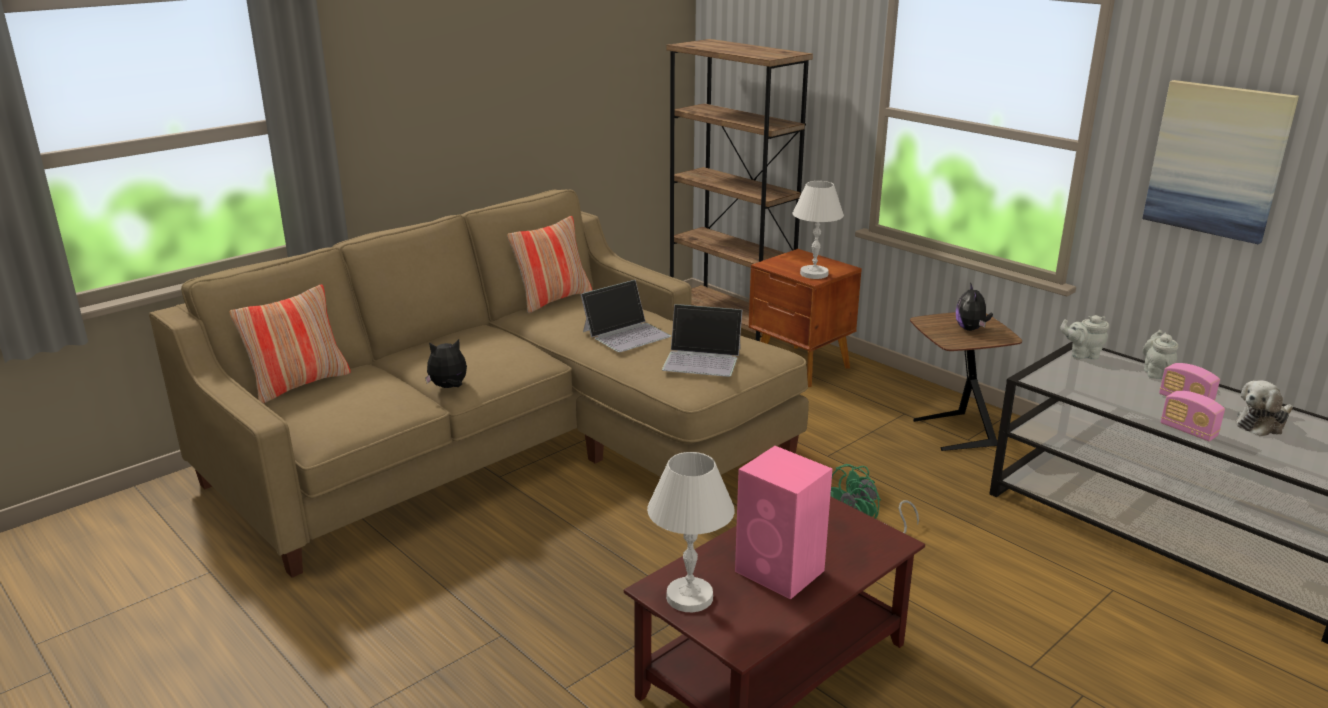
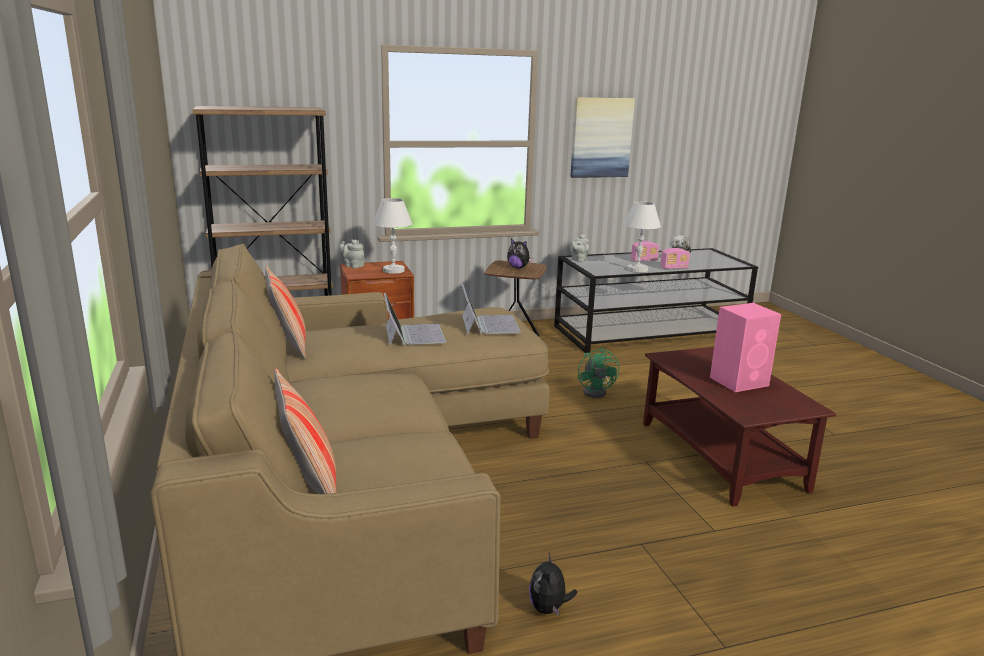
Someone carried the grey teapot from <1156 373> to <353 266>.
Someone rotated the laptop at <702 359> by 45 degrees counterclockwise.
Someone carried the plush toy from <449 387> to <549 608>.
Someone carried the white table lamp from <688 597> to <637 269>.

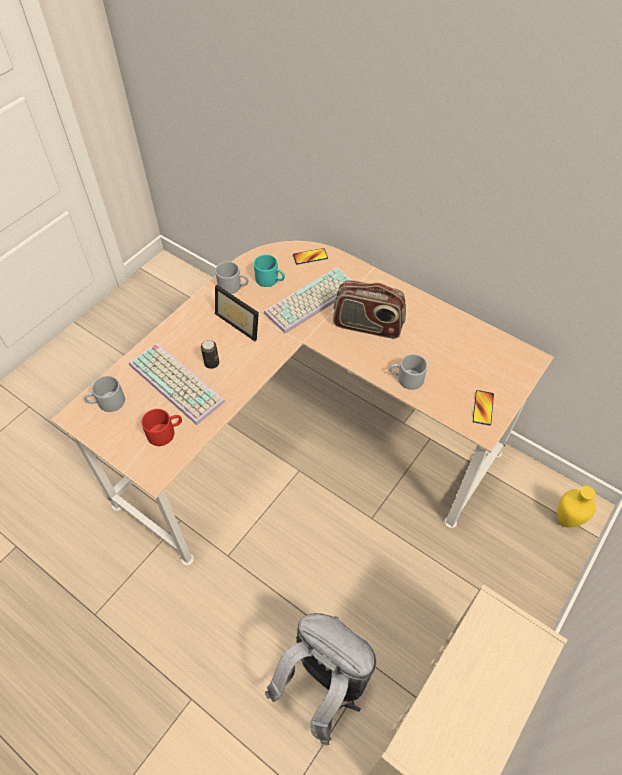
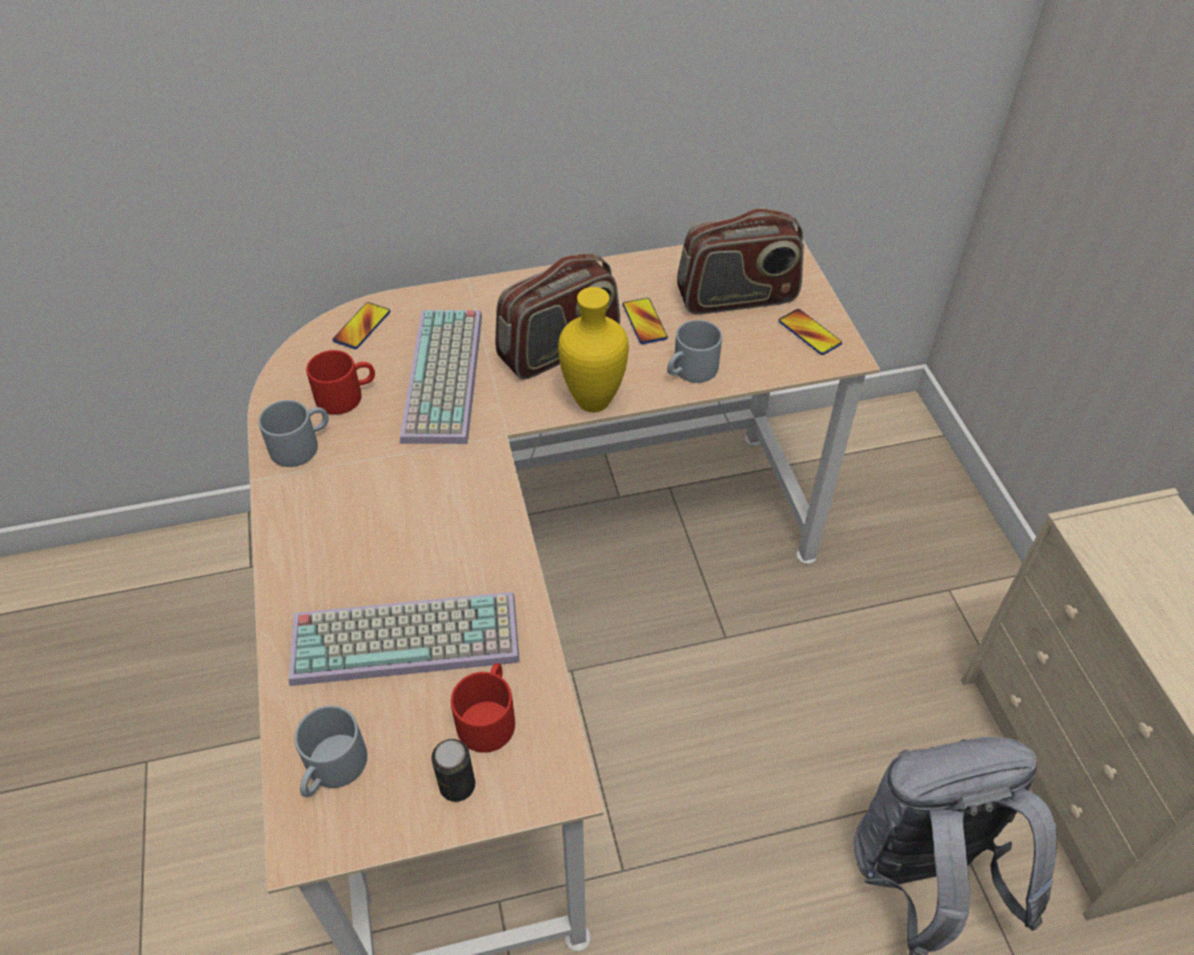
Someone repainted the turquoise mug at <270 280>, which became the red mug at <346 395>.
Someone carried the can from <212 363> to <457 785>.
Someone carried the yellow vase from <564 520> to <591 402>.
Someone put down the phone at <644 322>.
Someone put down the radio at <737 298>.
Someone took away the picture frame at <241 321>.

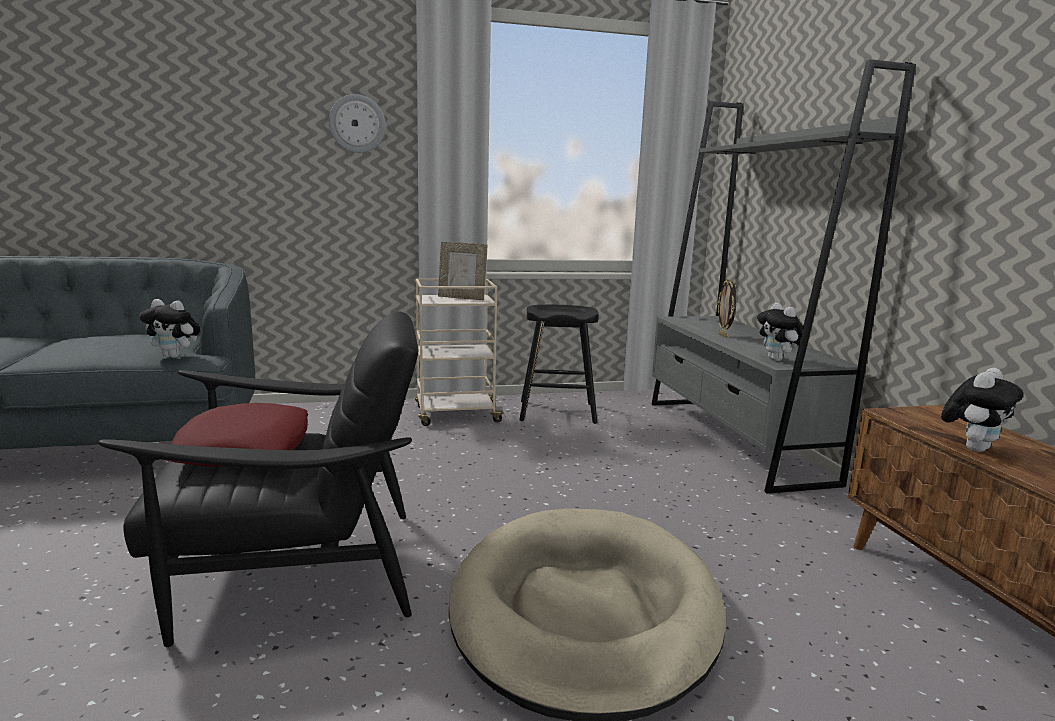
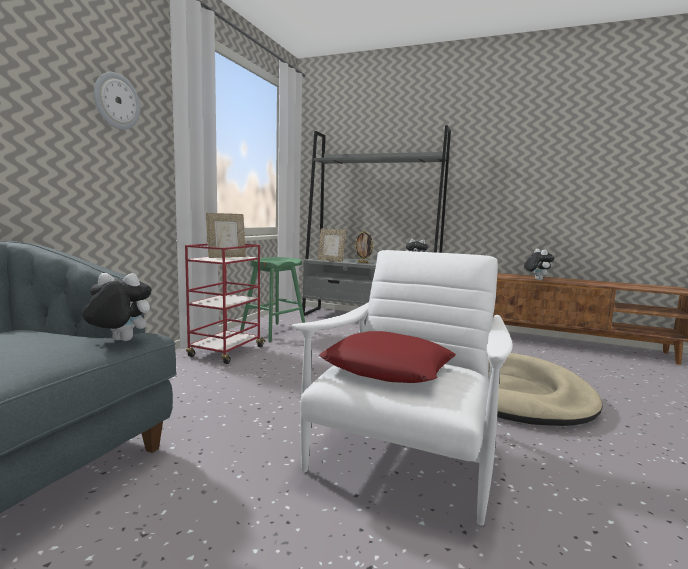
Someone rotated the plush toy at <175 356> by 135 degrees counterclockwise.
Someone repainted the beige cart at <456 415>, which became the red cart at <226 352>.
Someone repainted the black stool at <557 412>, which became the green stool at <273 332>.
Someone repainted the black armchair at <294 569>, which became the white armchair at <406 454>.
Someone put down the picture frame at <331 261>.

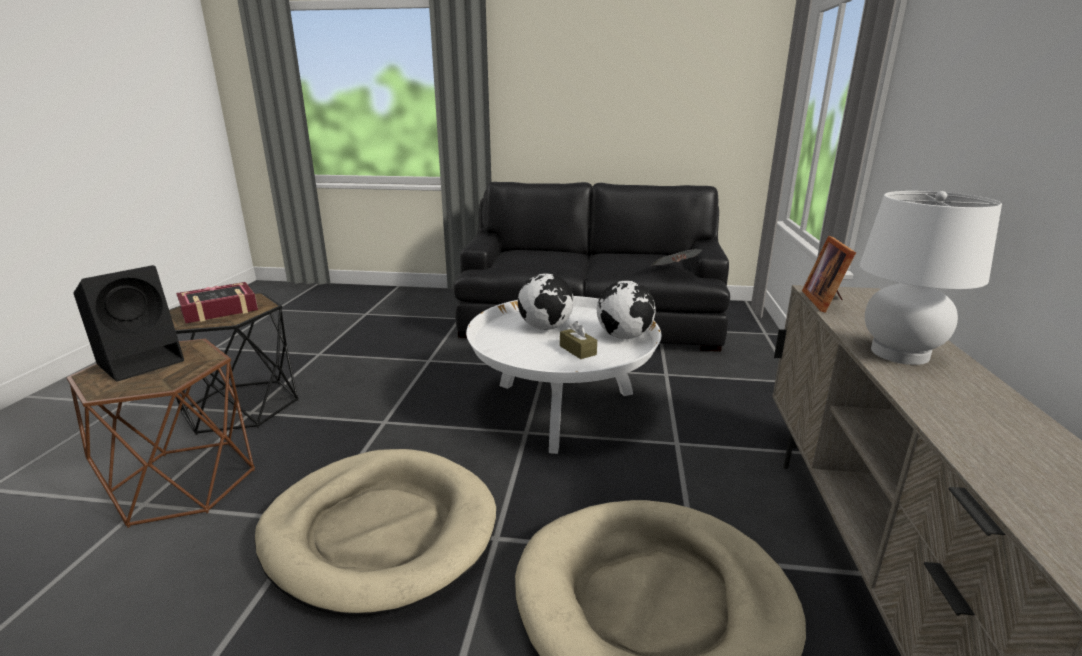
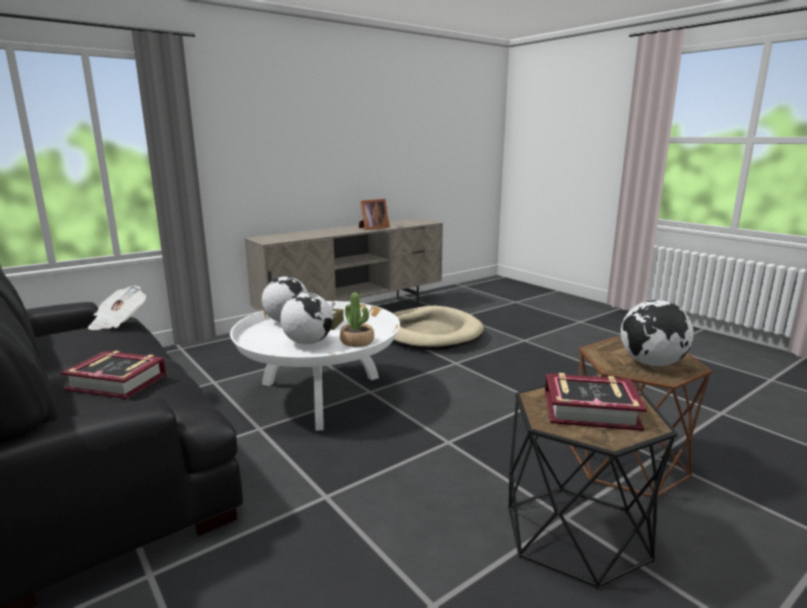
Someone put down the book at <118 382>.
Someone put down the potted plant at <357 342>.
Someone carried the picture frame from <826 301> to <373 228>.
Someone swapped the black speaker at <143 362> for the globe at <651 364>.
Someone took away the beige dog bed at <380 531>.
Someone took away the white table lamp at <899 353>.

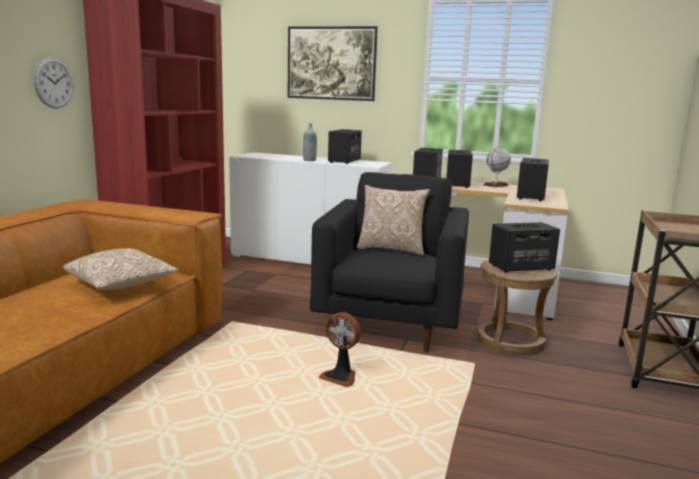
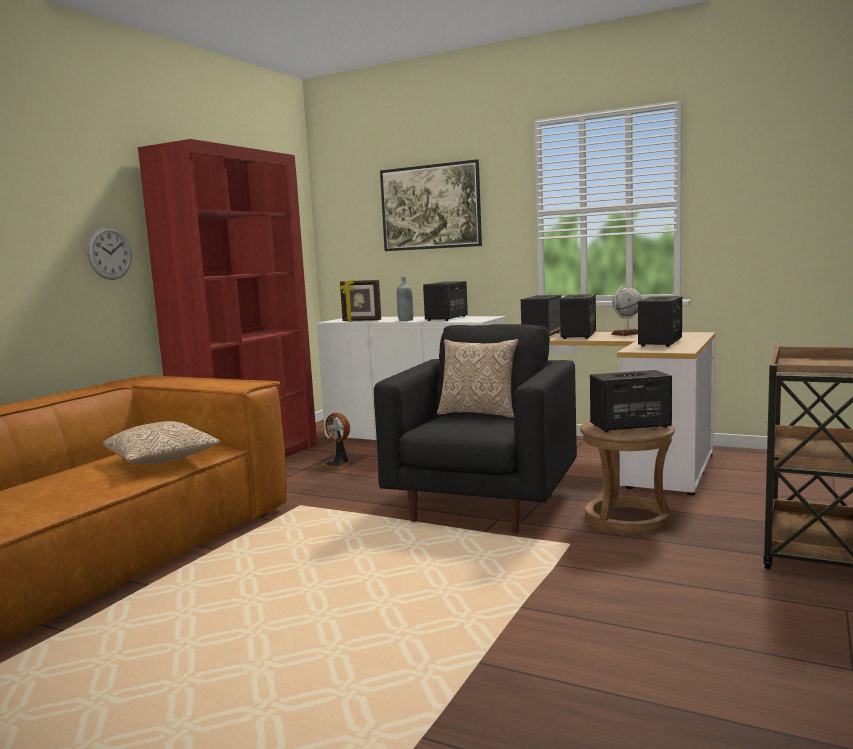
Someone carried the fan from <340 377> to <339 465>.
Someone put down the picture frame at <361 321>.

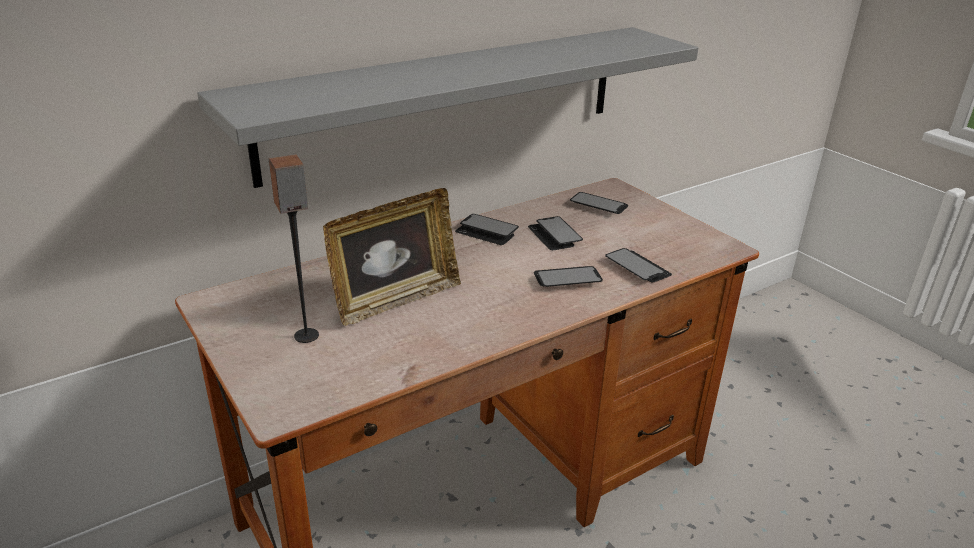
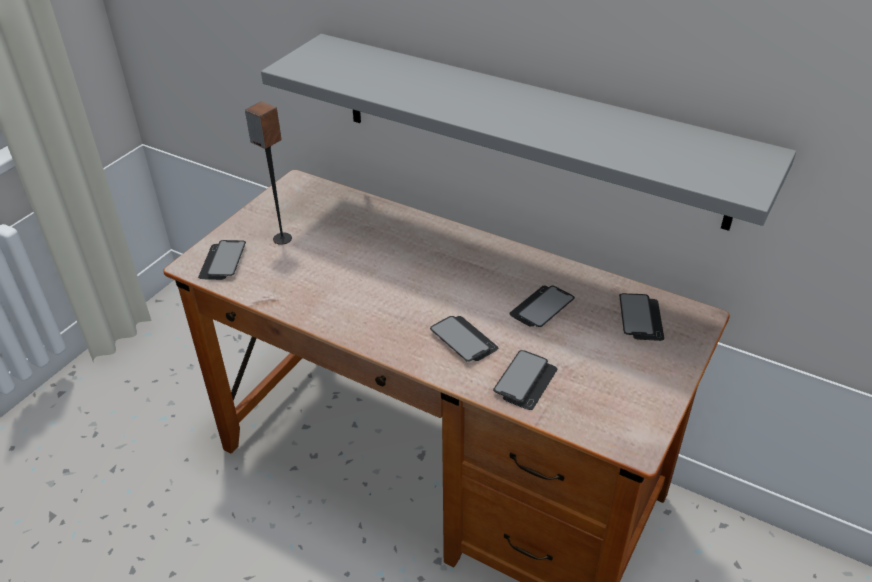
Someone carried the phone from <487 231> to <223 261>.
Someone took away the picture frame at <395 299>.

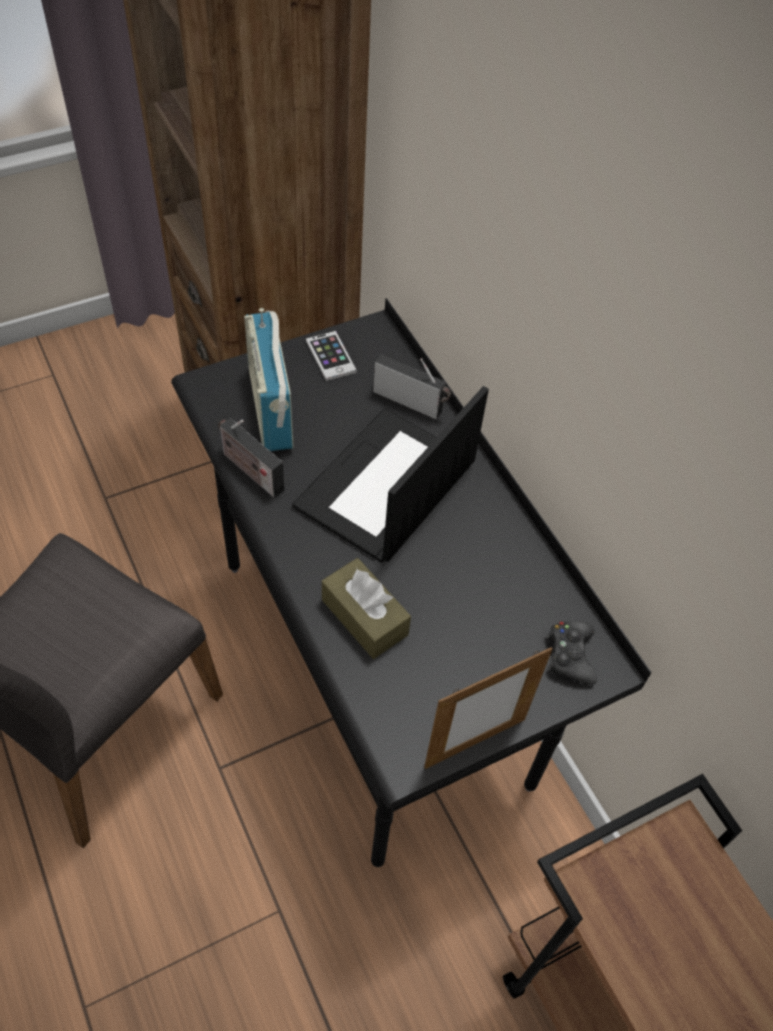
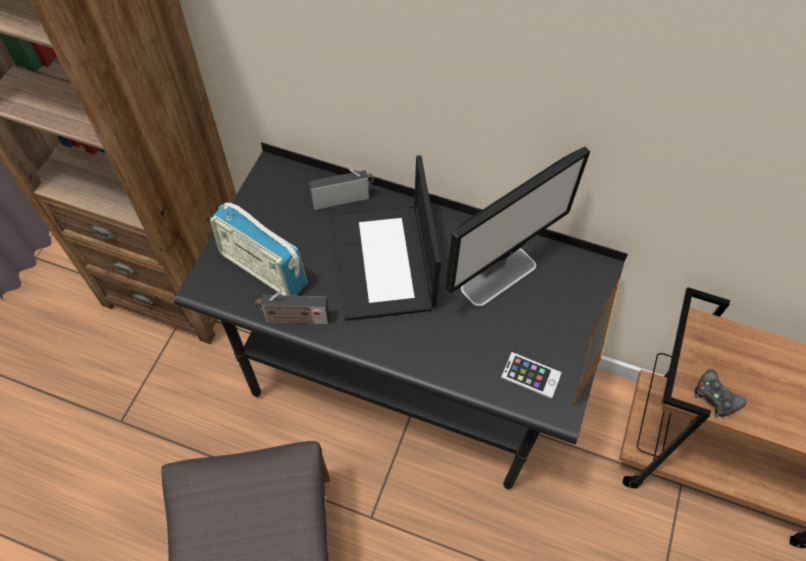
Someone put down the monitor at <499 276>.
Someone carried the phone from <330 356> to <531 375>.
Someone carried the black game controller from <570 655> to <715 397>.
Someone took away the brown tissue box at <364 617>.

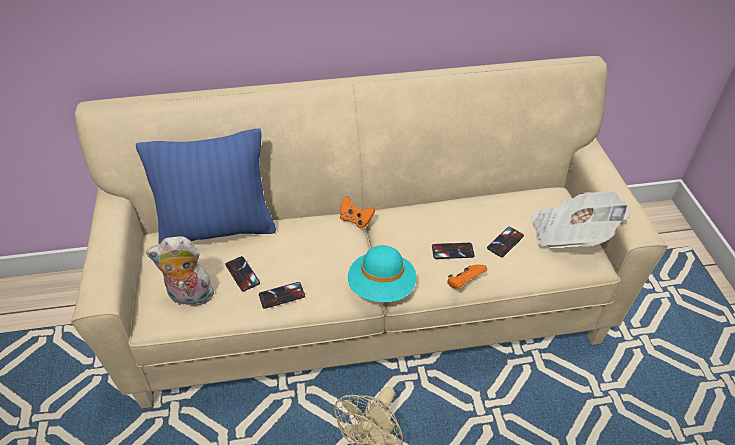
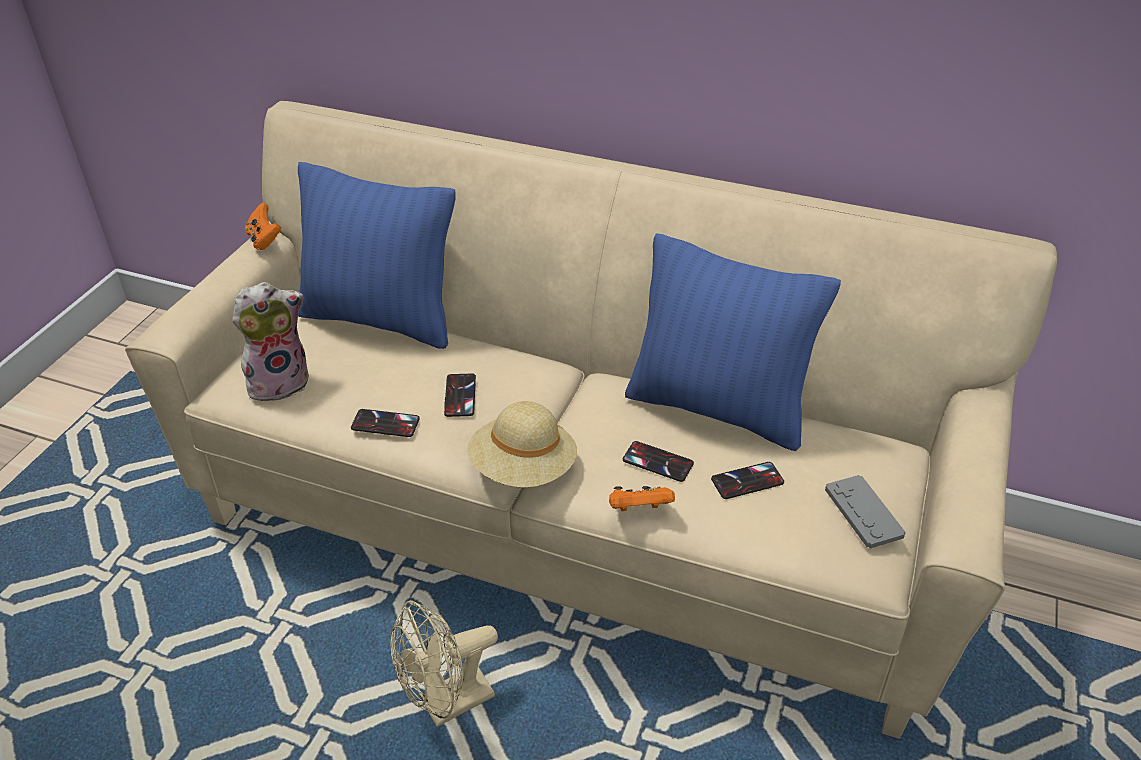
Someone rotated the plush toy at <189 297> by 120 degrees clockwise.
Someone carried the orange game controller from <355 220> to <264 240>.
Someone carried the phone from <242 274> to <460 395>.
Someone repainted the turquoise hat at <382 287>, which became the beige hat at <523 469>.
Someone put down the blue pillow at <717 408>.
Someone swapped the newspaper at <570 235> for the grey game controller at <863 512>.

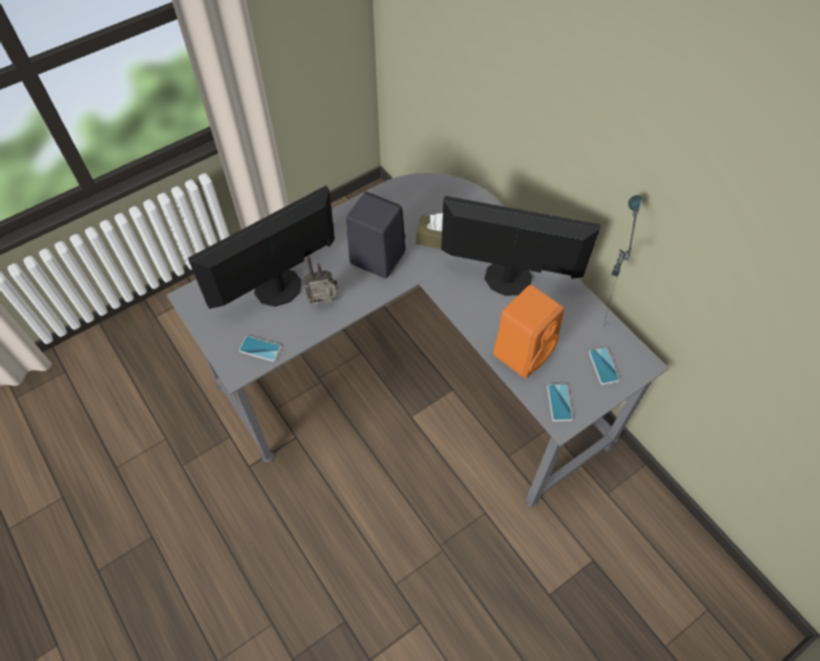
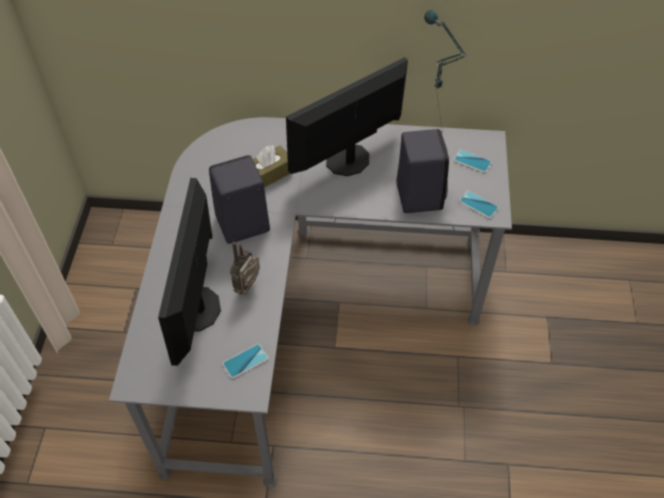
Someone repainted the orange speaker at <523 351>, which became the black speaker at <418 194>.

